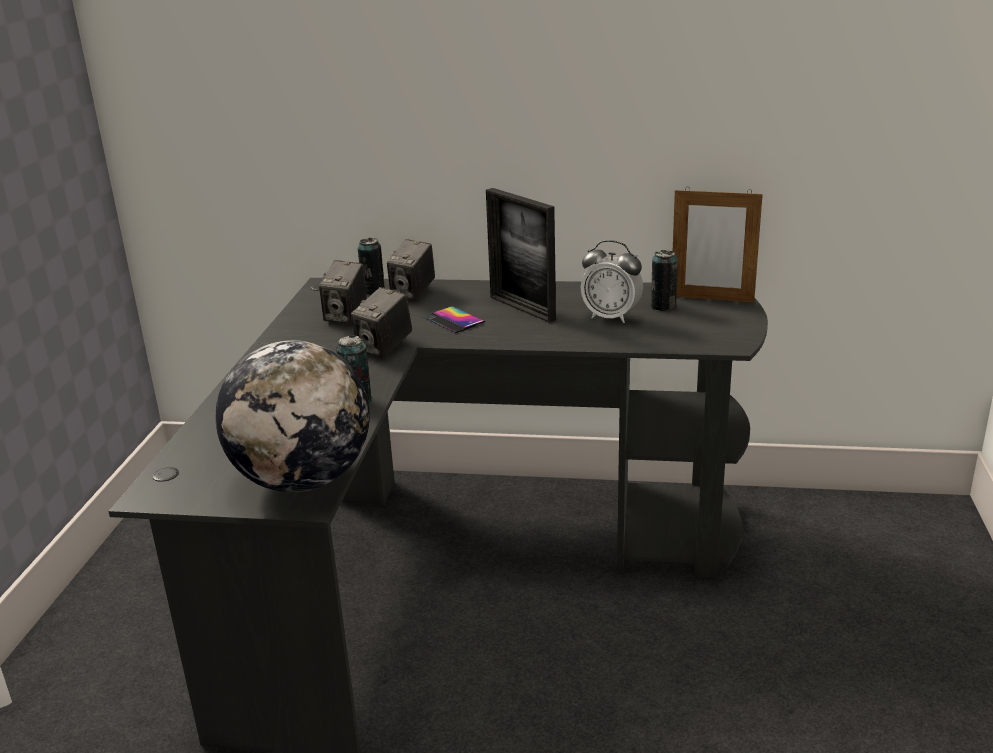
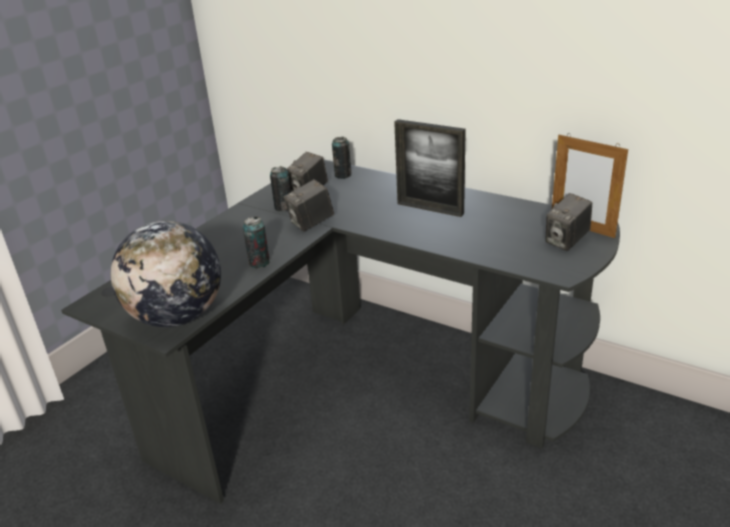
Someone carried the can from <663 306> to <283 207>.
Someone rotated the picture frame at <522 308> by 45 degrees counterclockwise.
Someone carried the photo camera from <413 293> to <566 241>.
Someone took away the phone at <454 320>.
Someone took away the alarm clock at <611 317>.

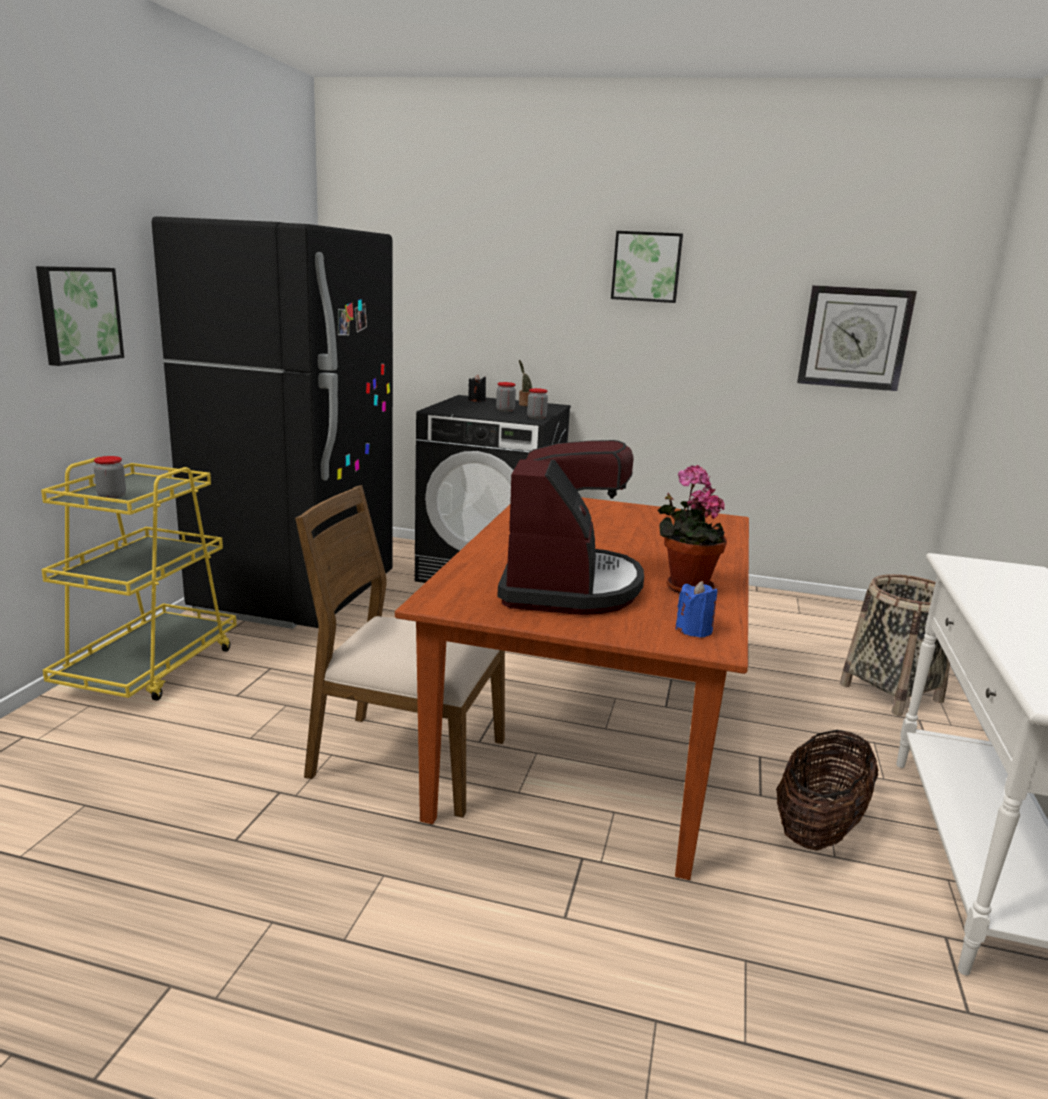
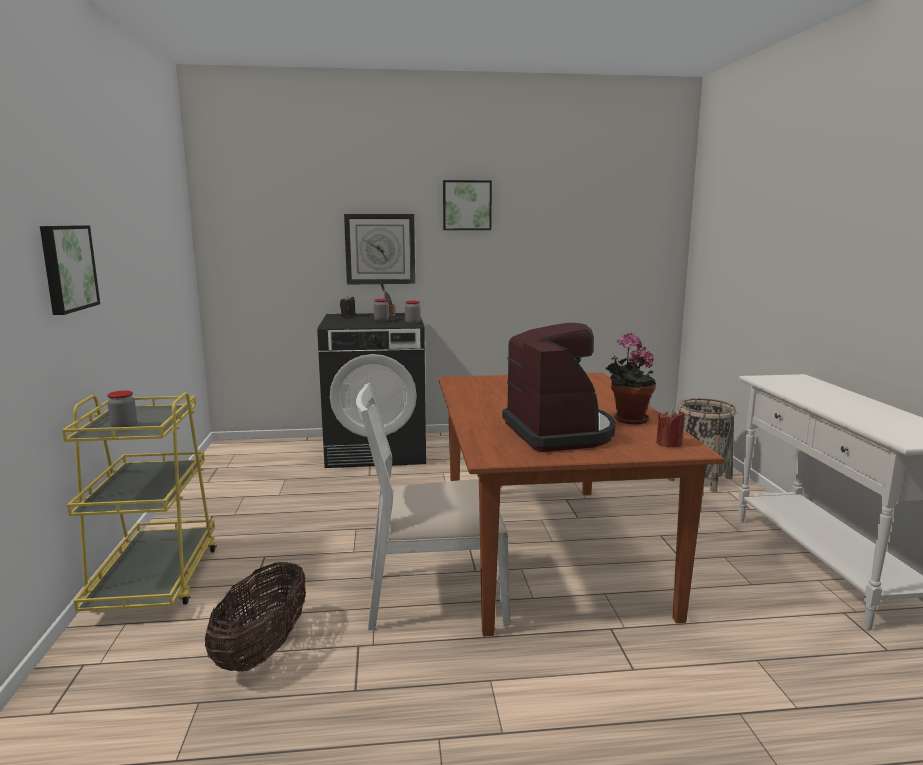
Someone carried the basket from <818 828> to <262 650>.
Someone carried the wall clock from <854 338> to <380 249>.
Someone repainted the brown chair at <406 759>, which became the white chair at <434 597>.
Someone repainted the blue candle at <694 630>, which became the red candle at <669 443>.
Someone took away the black fridge at <297 594>.

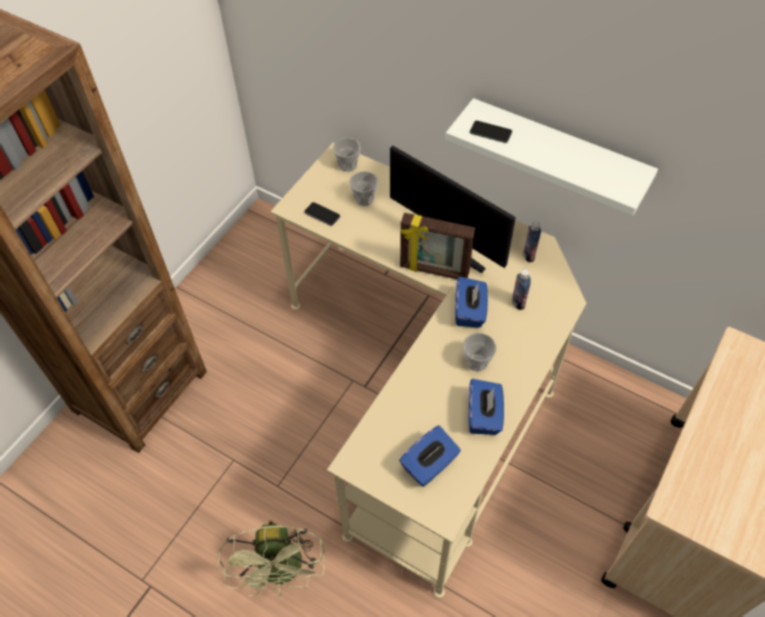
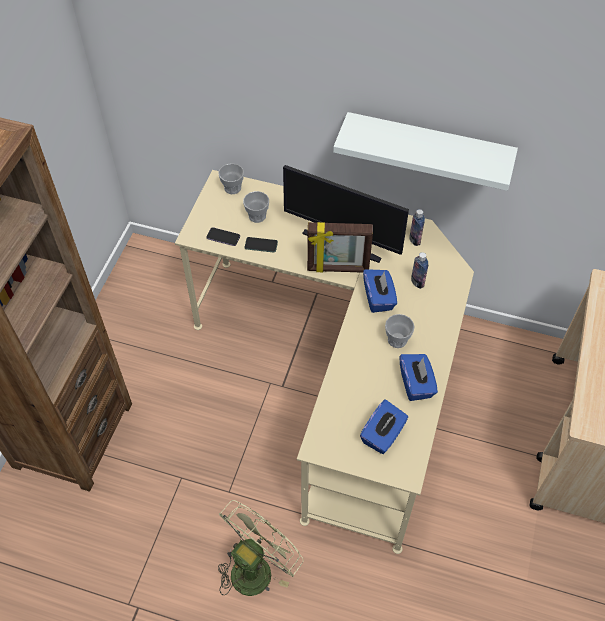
Someone rotated the green fan at <283 573> by 120 degrees counterclockwise.
Someone carried the phone from <490 132> to <261 245>.

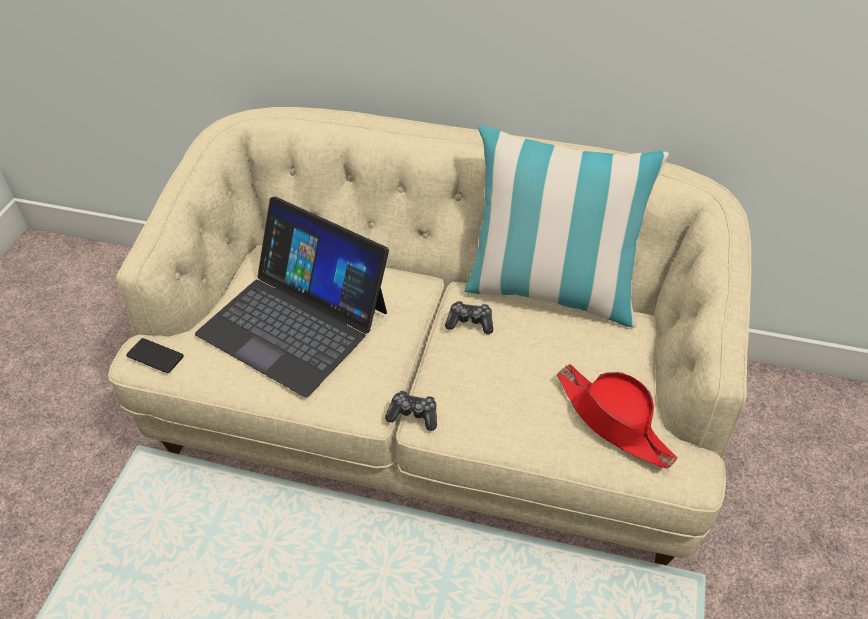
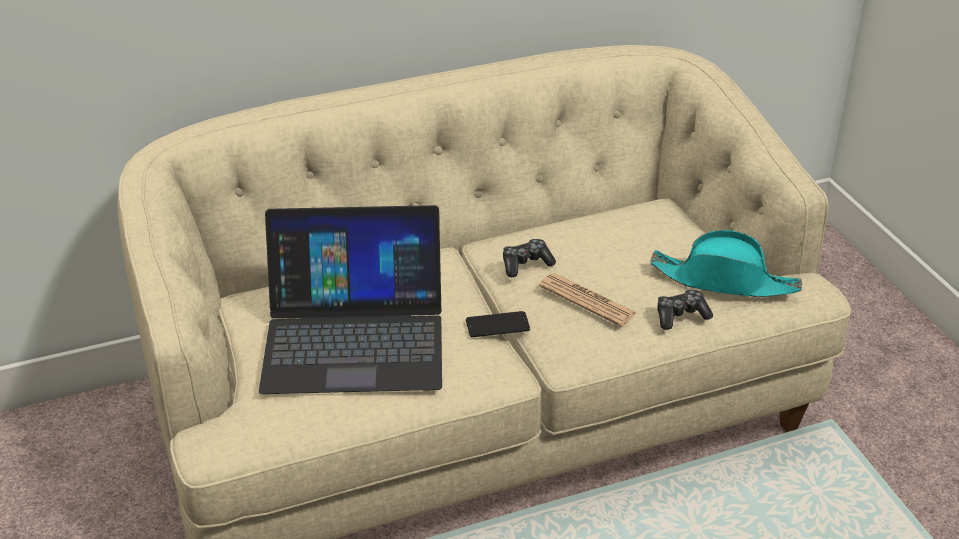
Someone carried the phone from <155 356> to <497 325>.
Someone put down the newspaper at <587 300>.
Someone repainted the red hat at <614 421>, which became the turquoise hat at <725 281>.
Someone carried the game controller from <413 415> to <681 316>.
Someone took away the pillow at <550 292>.

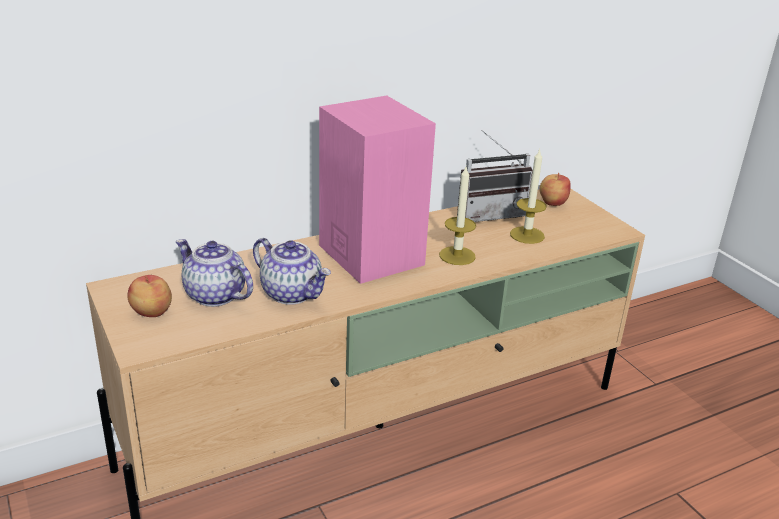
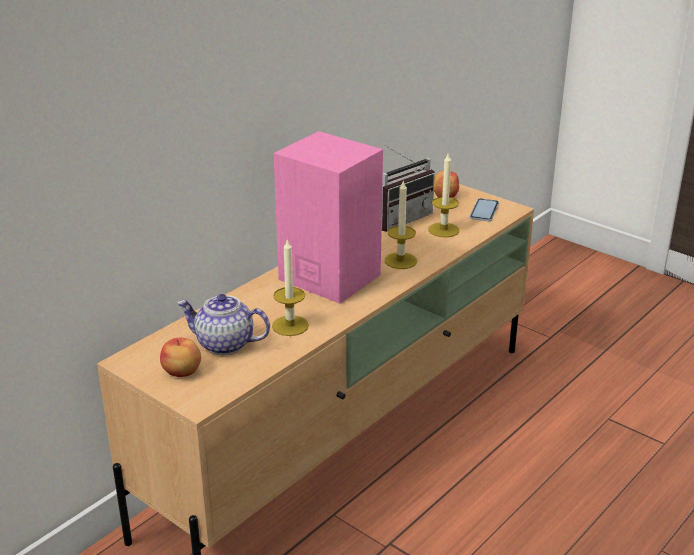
Someone swapped the teapot at <292 293> for the candle at <290 325>.
Someone put down the phone at <484 211>.

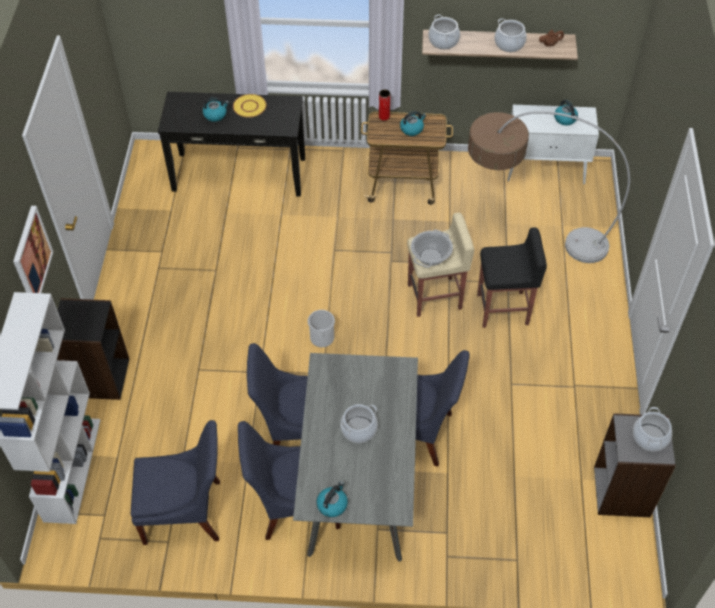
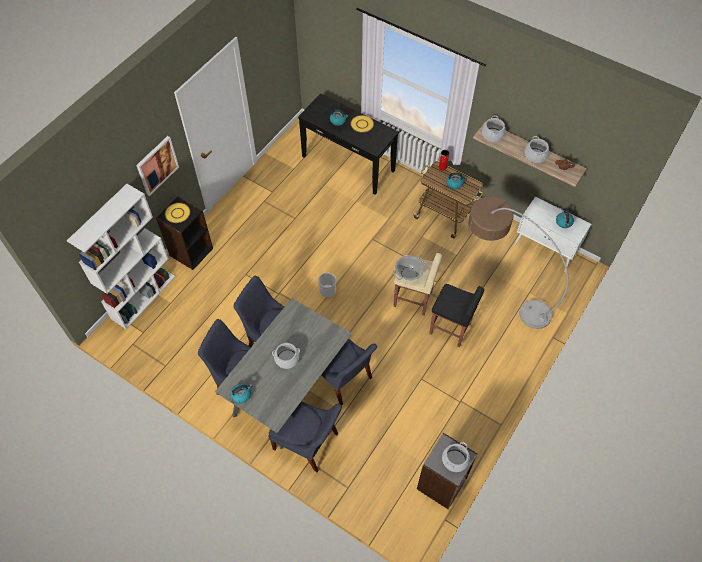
Someone put down the yellow plate at <177 213>.
Someone carried the blue chair from <187 513> to <308 443>.

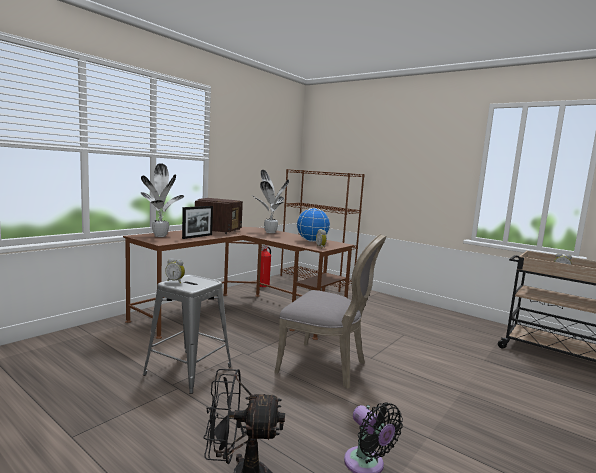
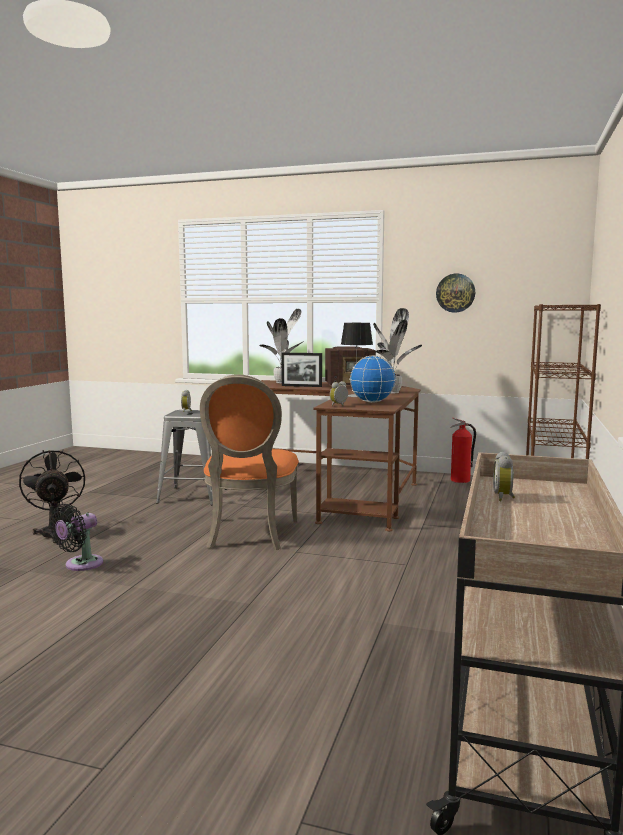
Someone repainted the grey chair at <326 366>, which became the orange chair at <249 535>.
Someone put down the table lamp at <356 396>.
Someone put up the wall clock at <455 293>.

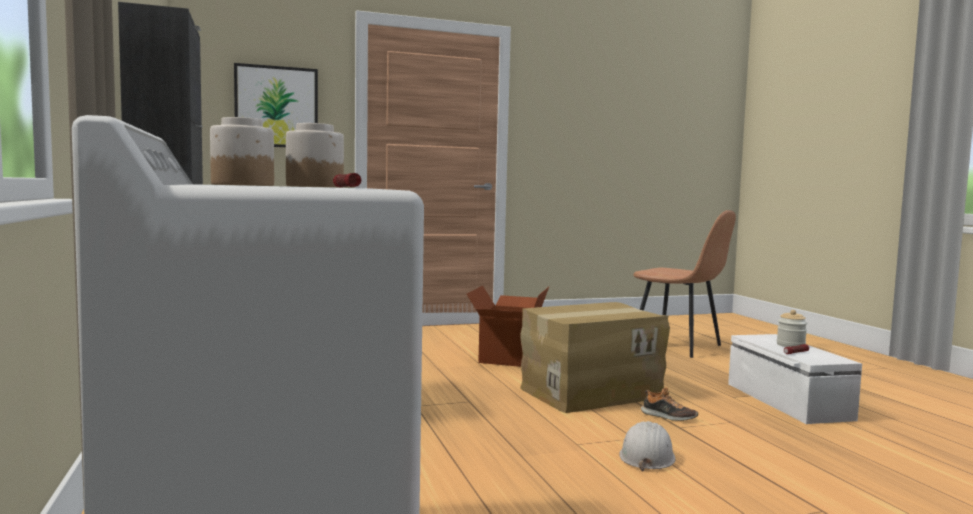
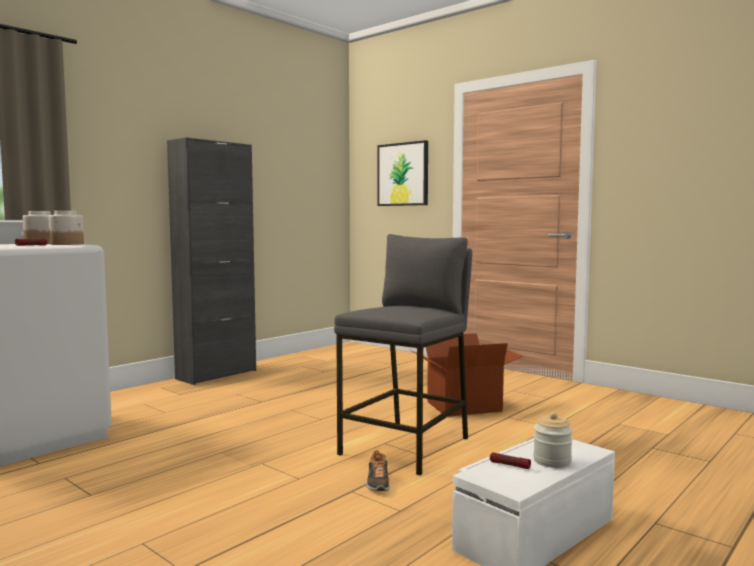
Someone swapped the cardboard box at <590 392> for the grey stool at <407 446>.
Someone took away the white hard hat at <646 456>.
Someone took away the brown chair at <678 346>.

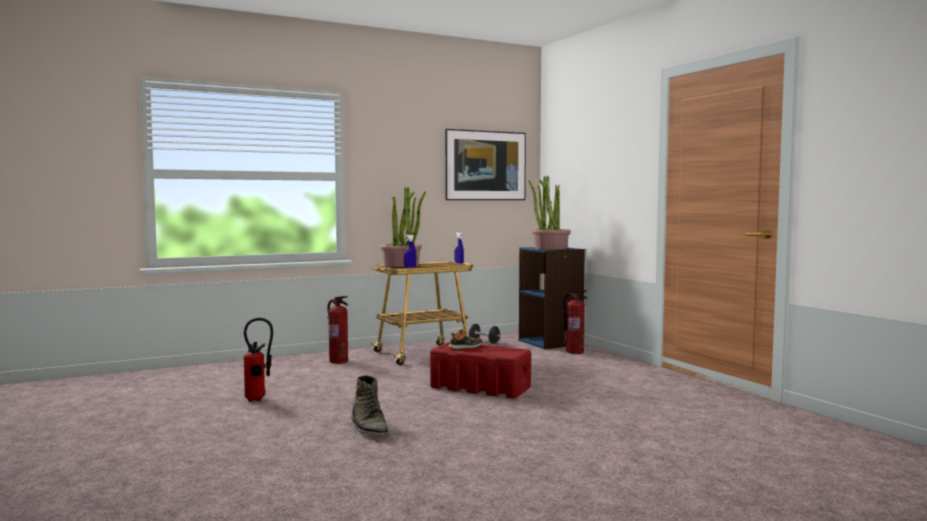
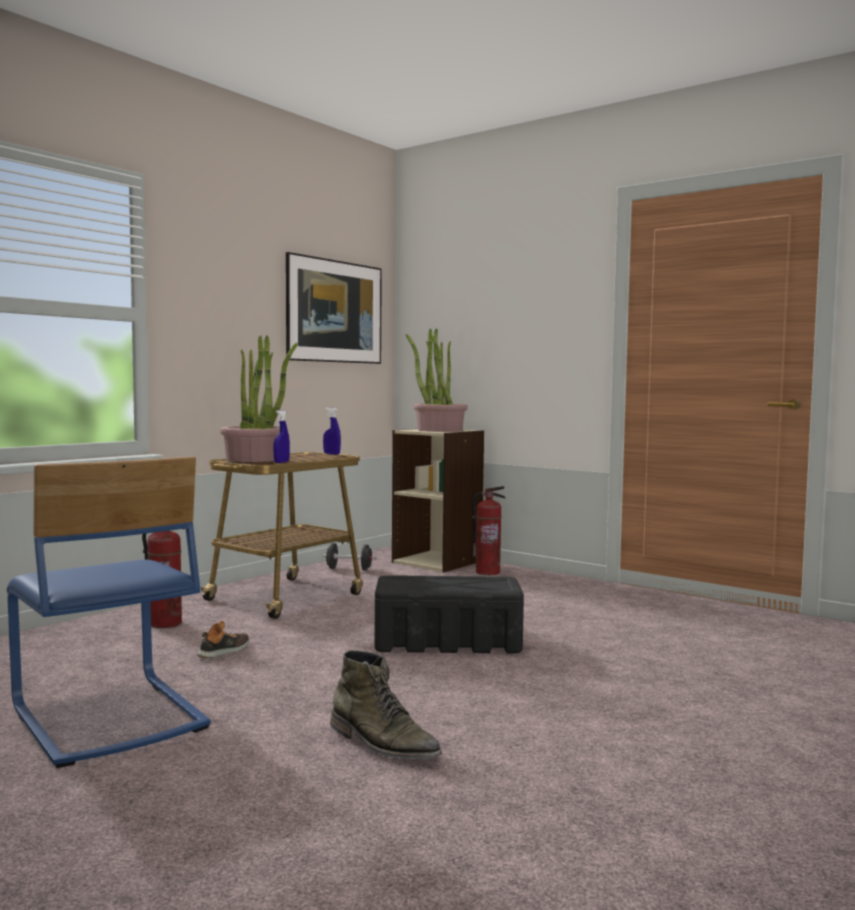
Someone swapped the fire extinguisher at <258 399> for the blue chair at <107 718>.
Someone carried the shoe from <466 347> to <224 651>.
Someone repainted the red storage box at <481 388>, which became the black storage box at <448 642>.
Someone repainted the blue bookcase at <551 342>, which became the beige bookcase at <437 561>.

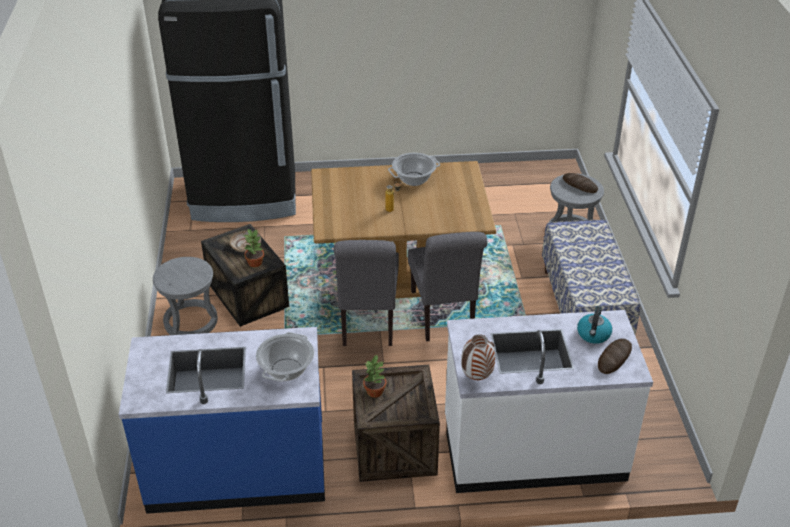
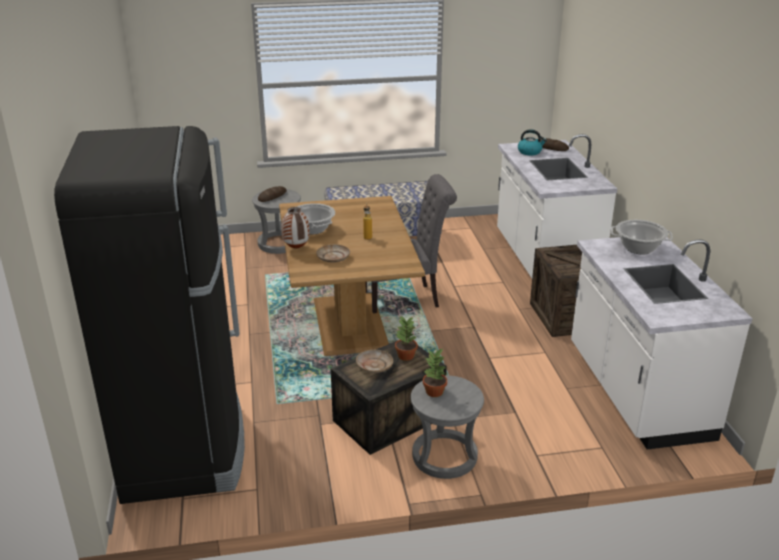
Someone carried the vase from <477 377> to <296 248>.
Someone put down the beige plate at <333 258>.
Someone carried the potted plant from <374 392> to <435 392>.
Someone repainted the blue counter at <237 468>, which became the white counter at <636 393>.
Someone took away the grey chair at <368 324>.

